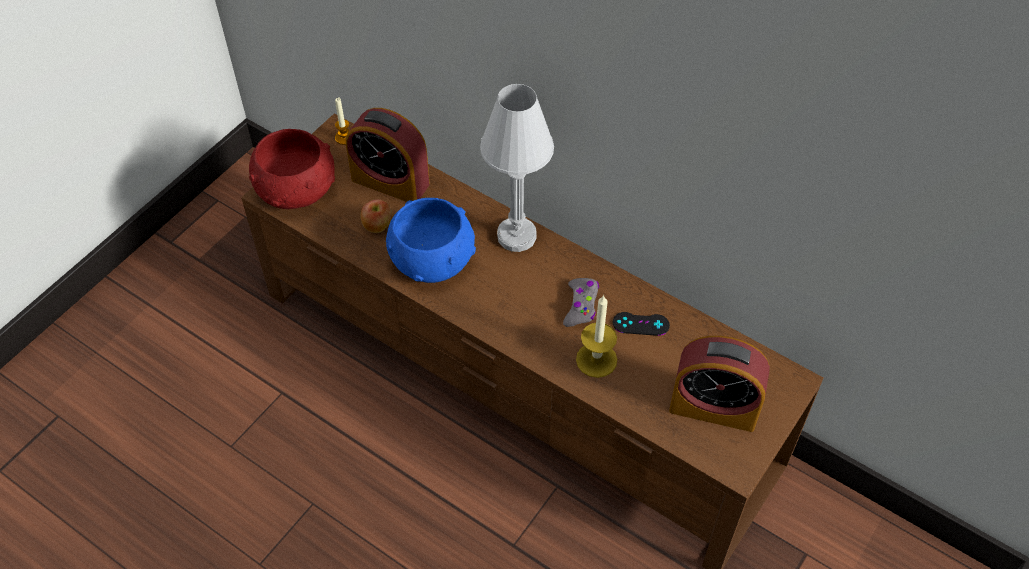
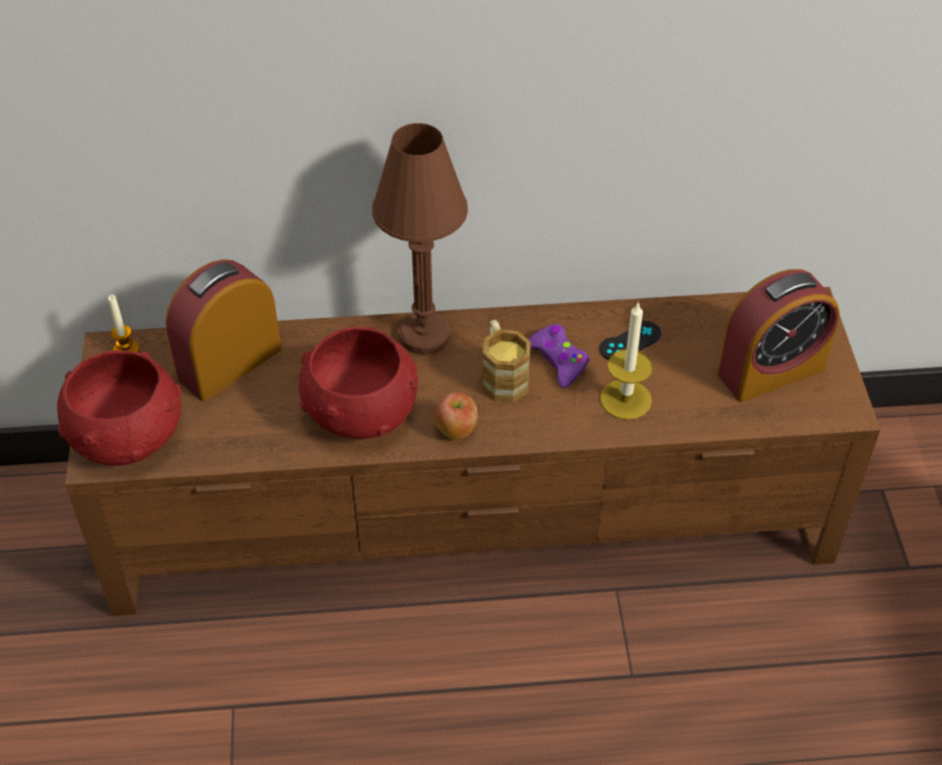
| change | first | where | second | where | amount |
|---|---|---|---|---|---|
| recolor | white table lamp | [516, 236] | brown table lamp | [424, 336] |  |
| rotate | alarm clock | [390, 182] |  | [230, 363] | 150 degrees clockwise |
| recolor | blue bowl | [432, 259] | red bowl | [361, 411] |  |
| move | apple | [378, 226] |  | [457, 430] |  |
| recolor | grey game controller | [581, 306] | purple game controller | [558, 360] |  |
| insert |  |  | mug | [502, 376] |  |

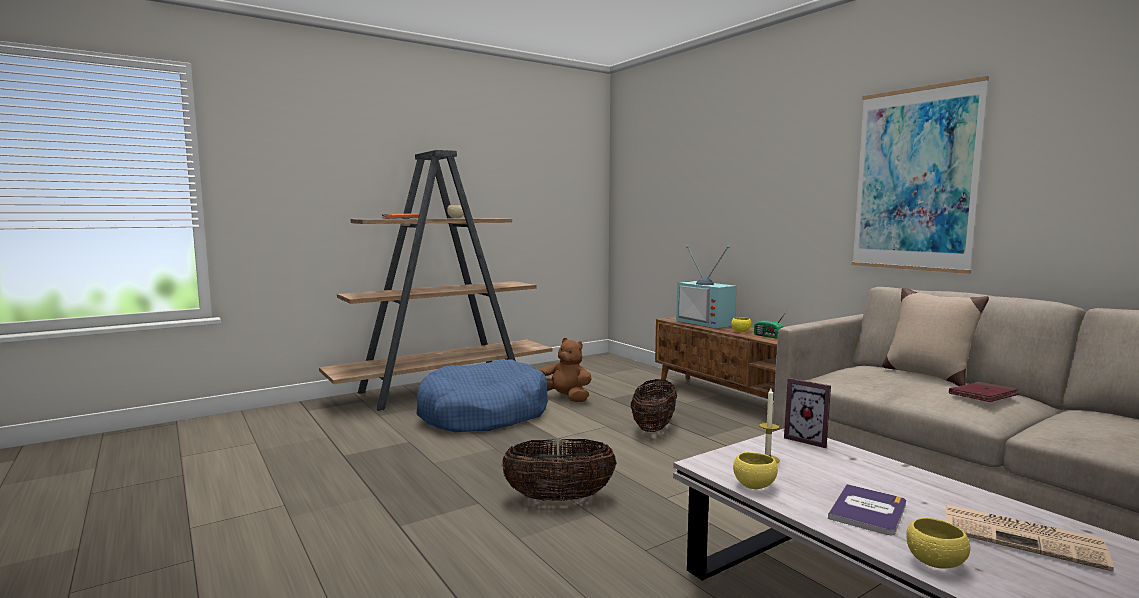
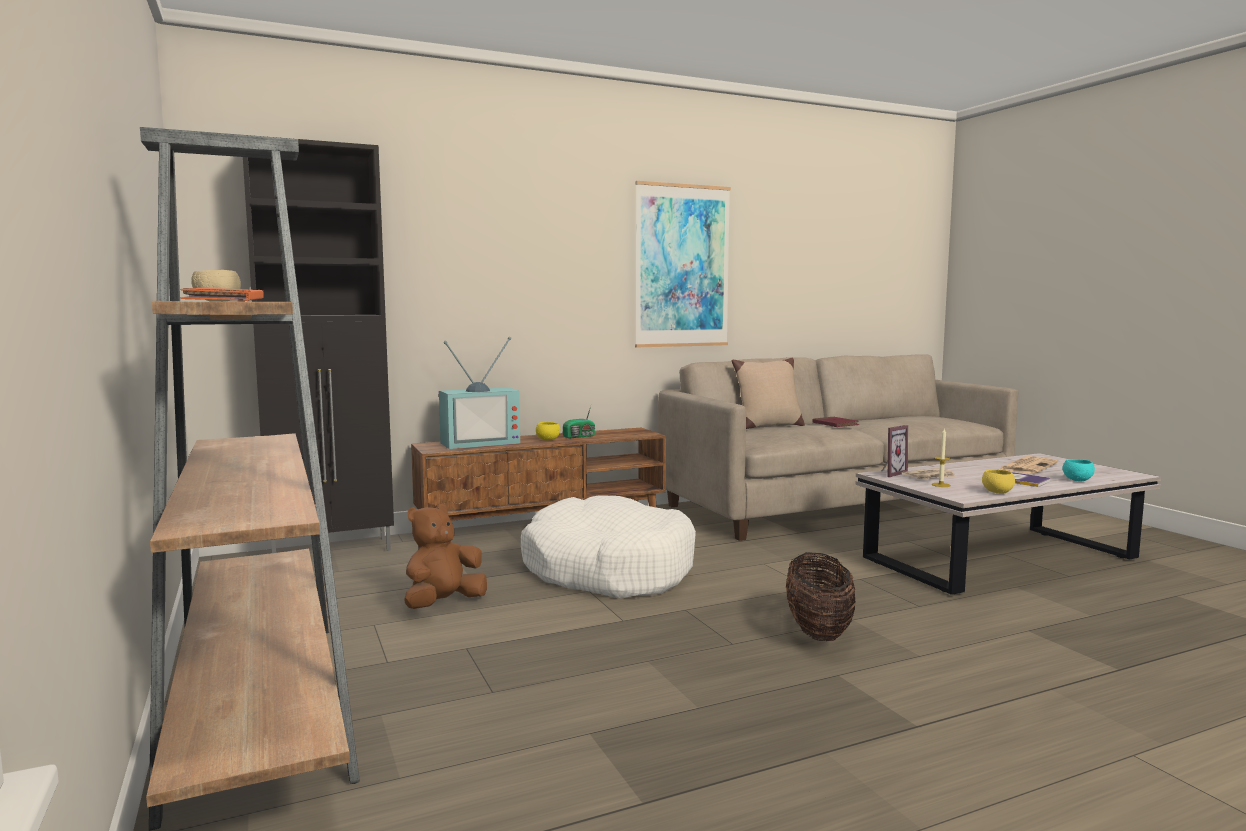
| change | first | where | second | where | amount |
|---|---|---|---|---|---|
| delete | blue dog bed | [483, 414] |  |  |  |
| replace | basket | [653, 427] | white dog bed | [608, 570] |  |
| recolor | yellow bowl | [935, 563] | turquoise bowl | [1077, 480] |  |
| insert |  |  | black cabinet | [333, 551] |  |
| insert |  |  | newspaper | [930, 476] |  |

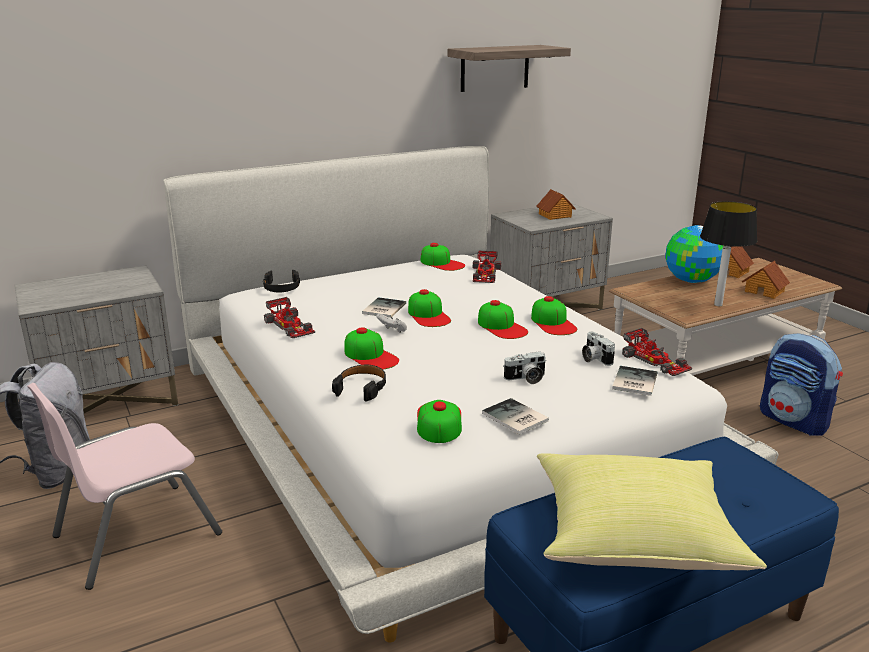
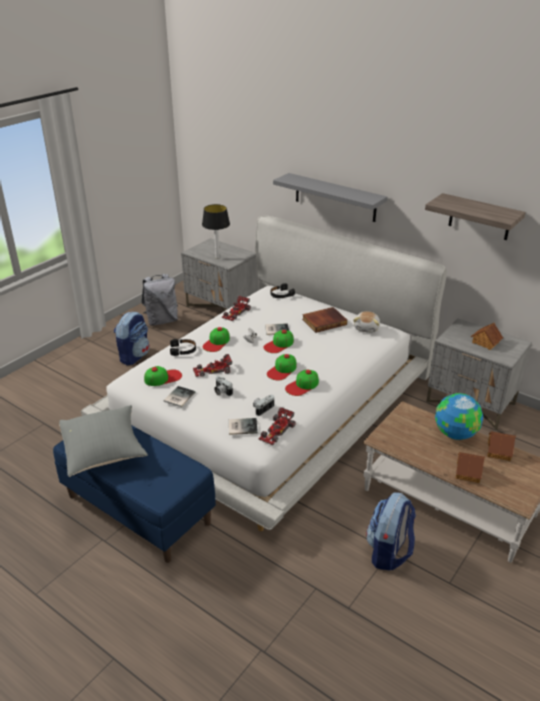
| change | first | where | second | where | amount |
|---|---|---|---|---|---|
| move | table lamp | [717, 305] |  | [217, 257] |  |
| replace | cap | [442, 263] | plush toy | [367, 328] |  |
| move | toy car | [485, 274] |  | [213, 370] |  |
| replace | pink chair | [135, 534] | backpack | [134, 356] |  |
| recolor | yellow pillow | [635, 538] | grey pillow | [104, 452] |  |
| insert |  |  | grey shelf | [335, 197] |  |
| insert |  |  | book | [324, 321] |  |

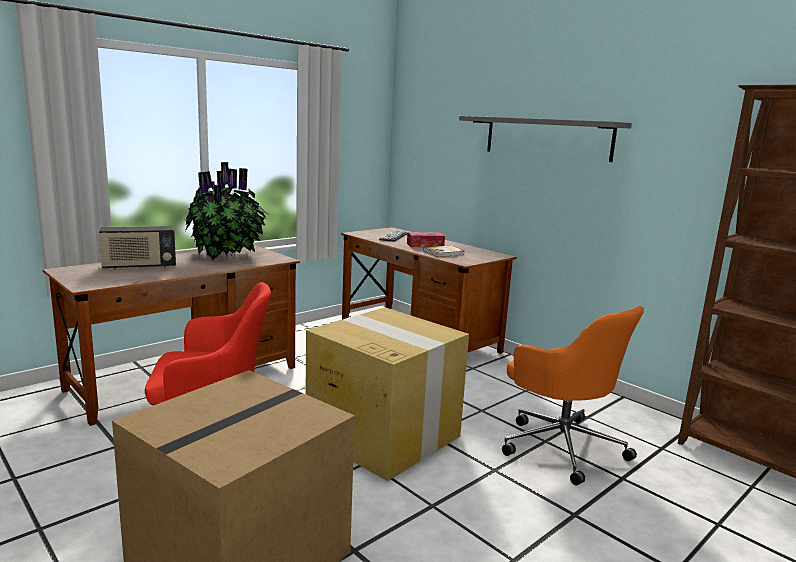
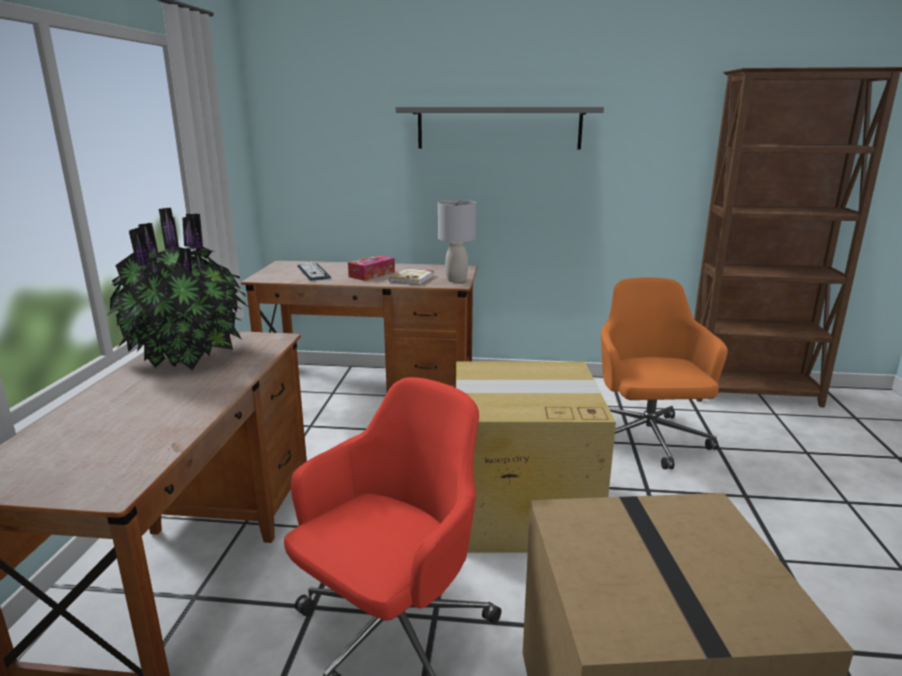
| change | first | where | second | where | amount |
|---|---|---|---|---|---|
| delete | radio | [139, 266] |  |  |  |
| rotate | orange office chair | [561, 445] |  | [646, 441] | 105 degrees counterclockwise |
| insert |  |  | grey table lamp | [457, 280] |  |

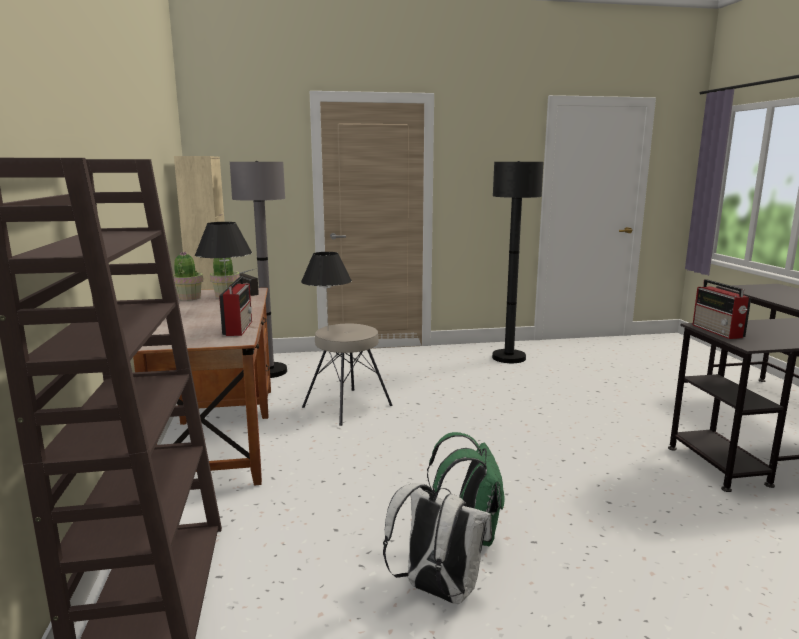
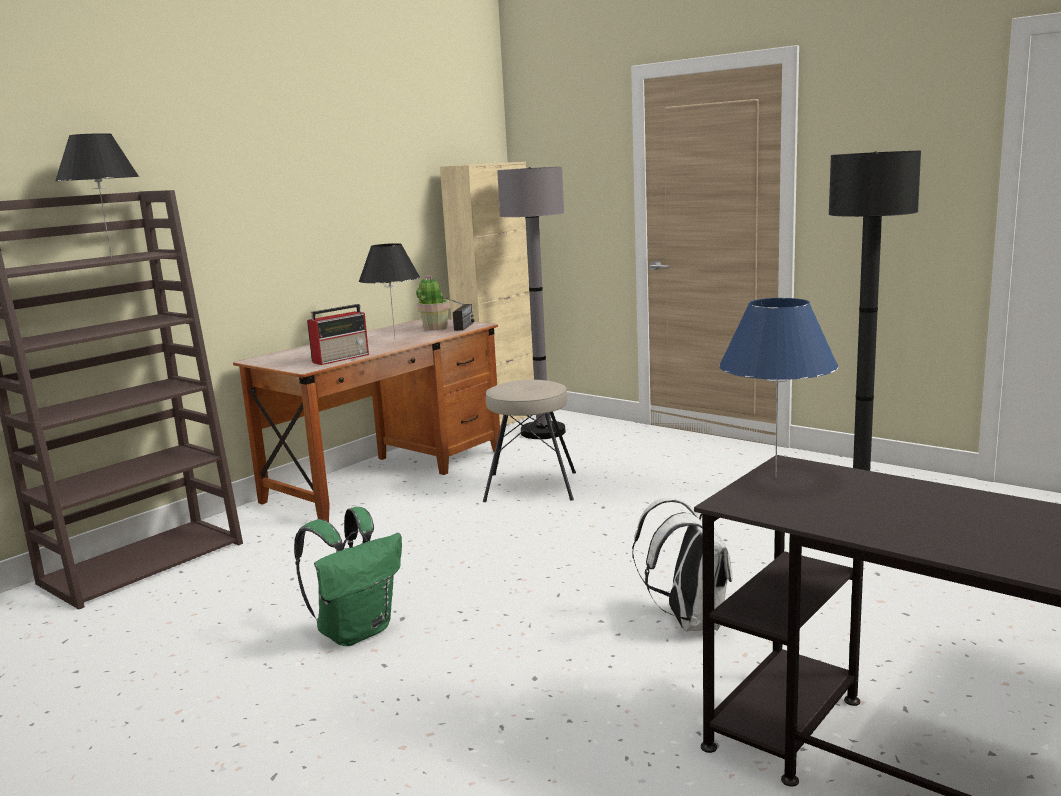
| change | first | where | second | where | amount |
|---|---|---|---|---|---|
| delete | potted plant | [189, 298] |  |  |  |
| move | black table lamp | [328, 330] |  | [111, 258] |  |
| replace | radio | [718, 331] | blue table lamp | [776, 477] |  |
| move | white backpack | [437, 591] |  | [689, 621] |  |

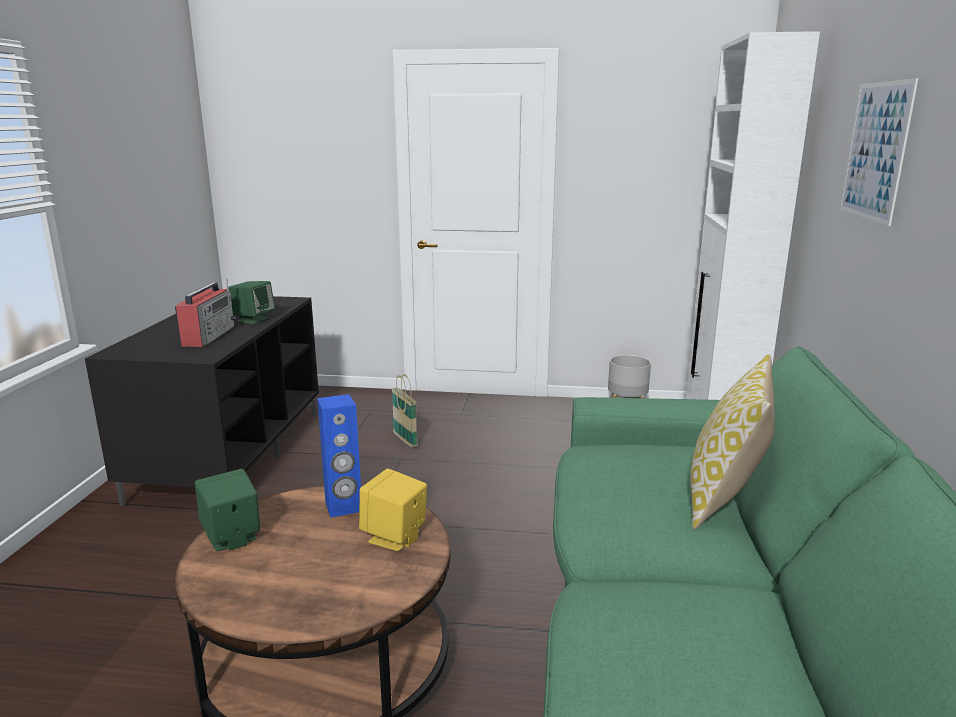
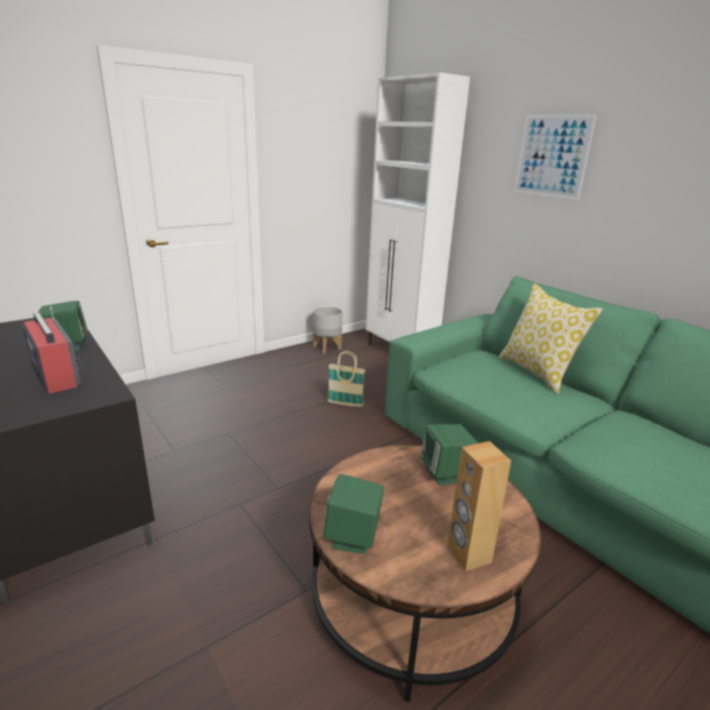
| change | first | where | second | where | amount |
|---|---|---|---|---|---|
| move | basket | [405, 440] |  | [345, 404] |  |
| delete | blue speaker | [343, 507] |  |  |  |
| recolor | yellow speaker | [394, 537] | green speaker | [445, 473] |  |
| insert |  |  | brown speaker | [468, 554] |  |

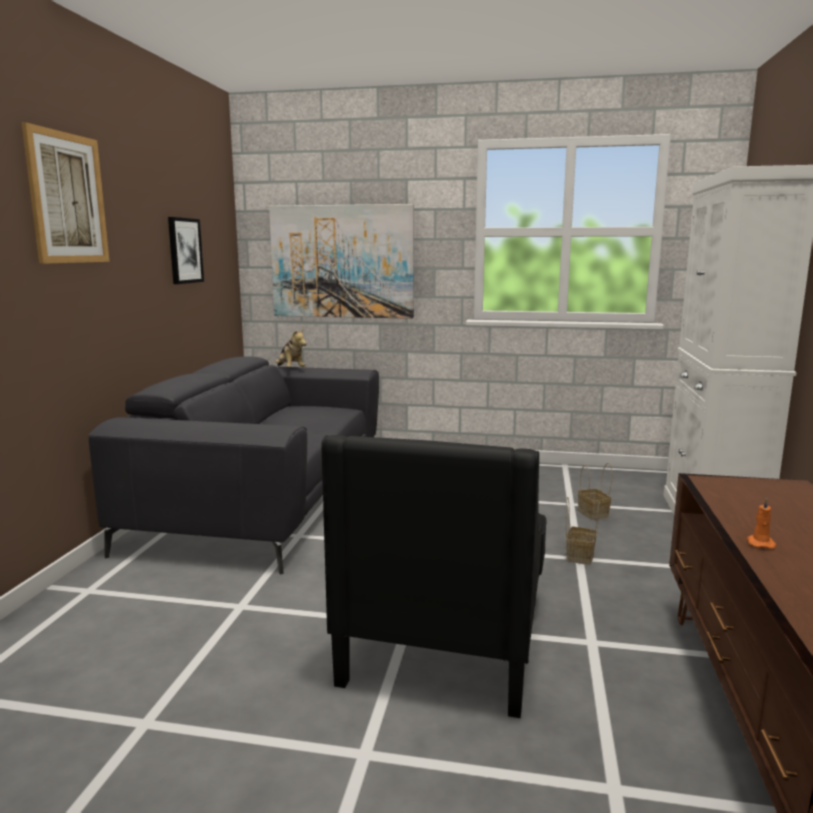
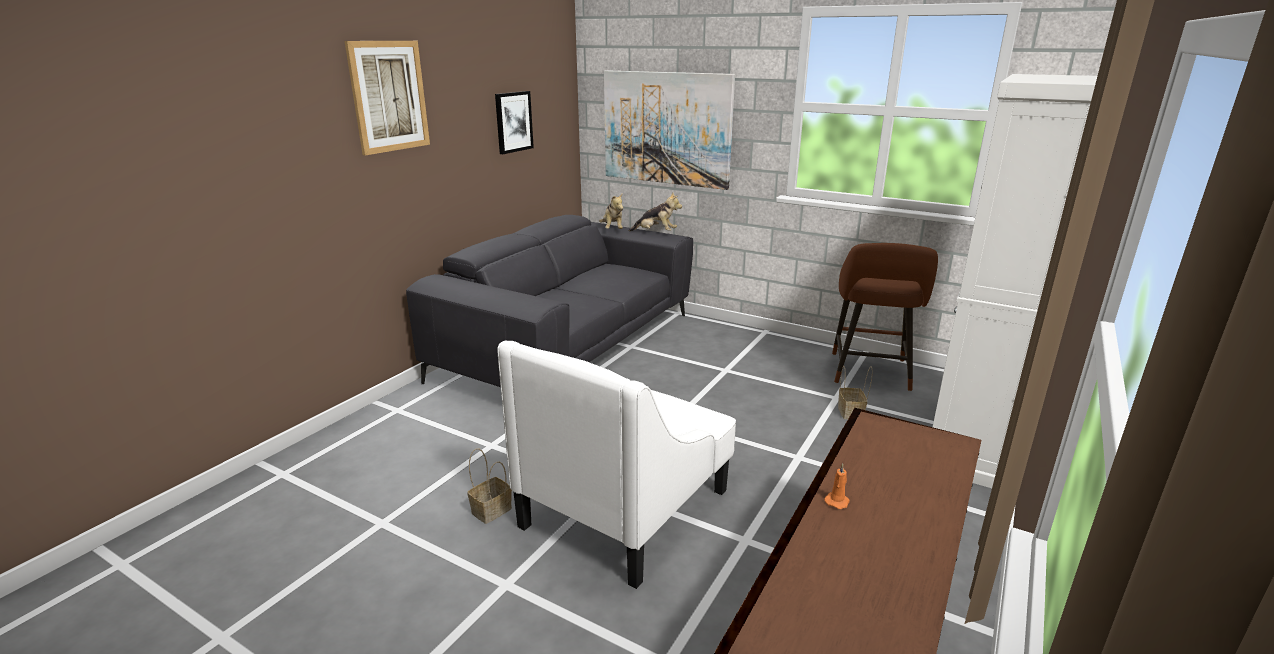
| change | first | where | second | where | amount |
|---|---|---|---|---|---|
| recolor | black armchair | [445, 638] | white armchair | [626, 507] |  |
| move | basket | [579, 556] |  | [492, 509] |  |
| insert |  |  | plush toy | [656, 233] |  |
| insert |  |  | brown stool | [870, 374] |  |

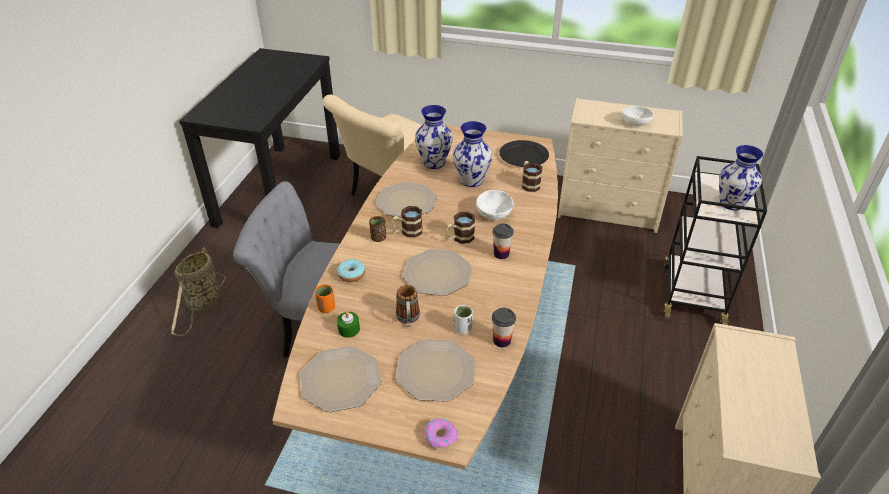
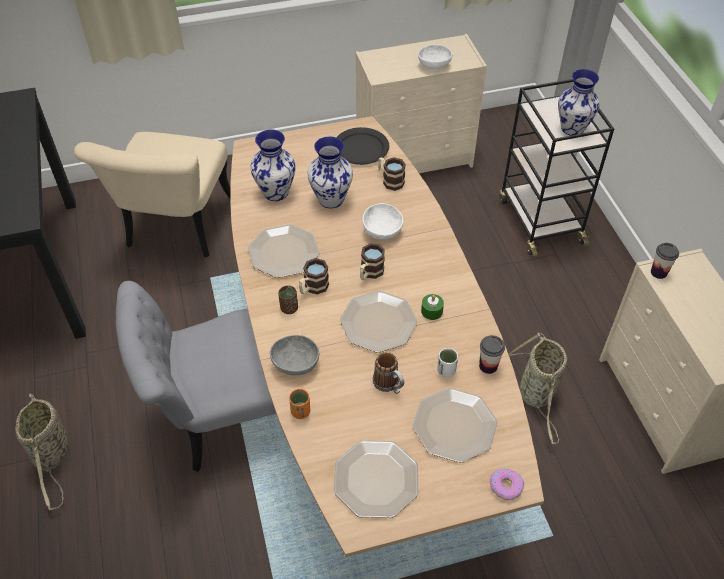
| change | first | where | second | where | amount |
|---|---|---|---|---|---|
| move | cup | [501, 254] |  | [658, 272] |  |
| replace | donut | [351, 275] | grey bowl | [295, 363] |  |
| move | green candle | [349, 329] |  | [431, 311] |  |
| insert |  |  | basket | [537, 395] |  |

